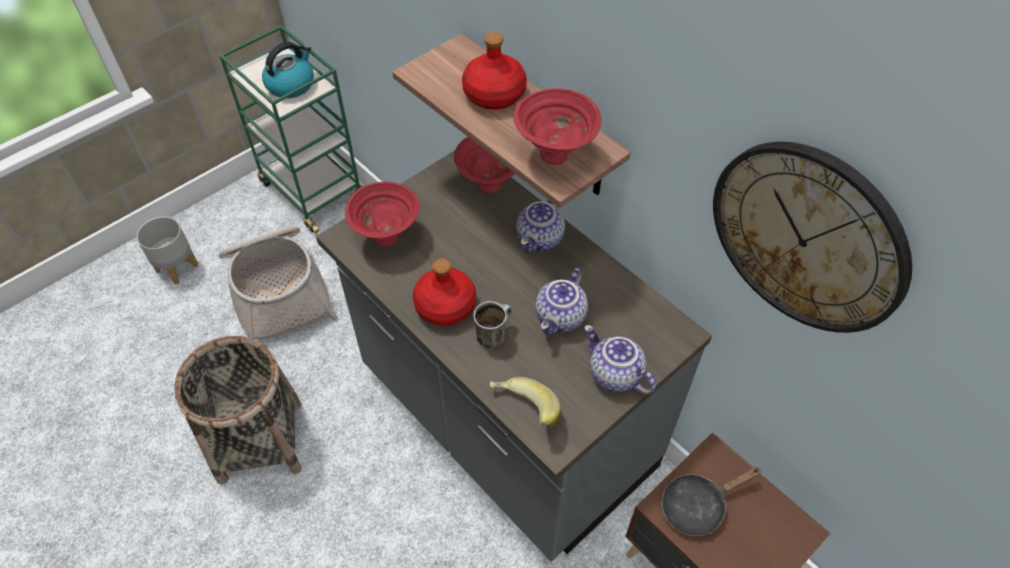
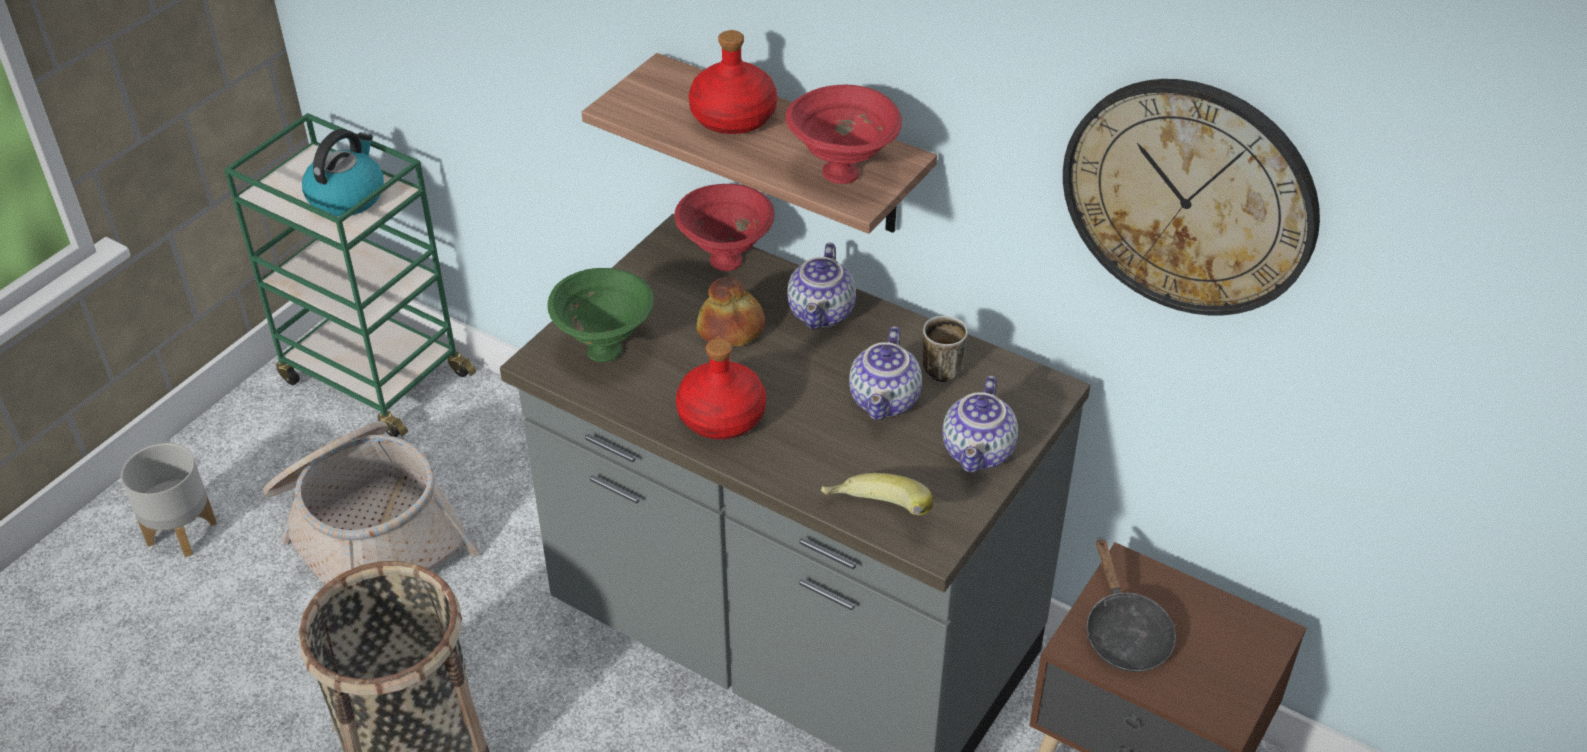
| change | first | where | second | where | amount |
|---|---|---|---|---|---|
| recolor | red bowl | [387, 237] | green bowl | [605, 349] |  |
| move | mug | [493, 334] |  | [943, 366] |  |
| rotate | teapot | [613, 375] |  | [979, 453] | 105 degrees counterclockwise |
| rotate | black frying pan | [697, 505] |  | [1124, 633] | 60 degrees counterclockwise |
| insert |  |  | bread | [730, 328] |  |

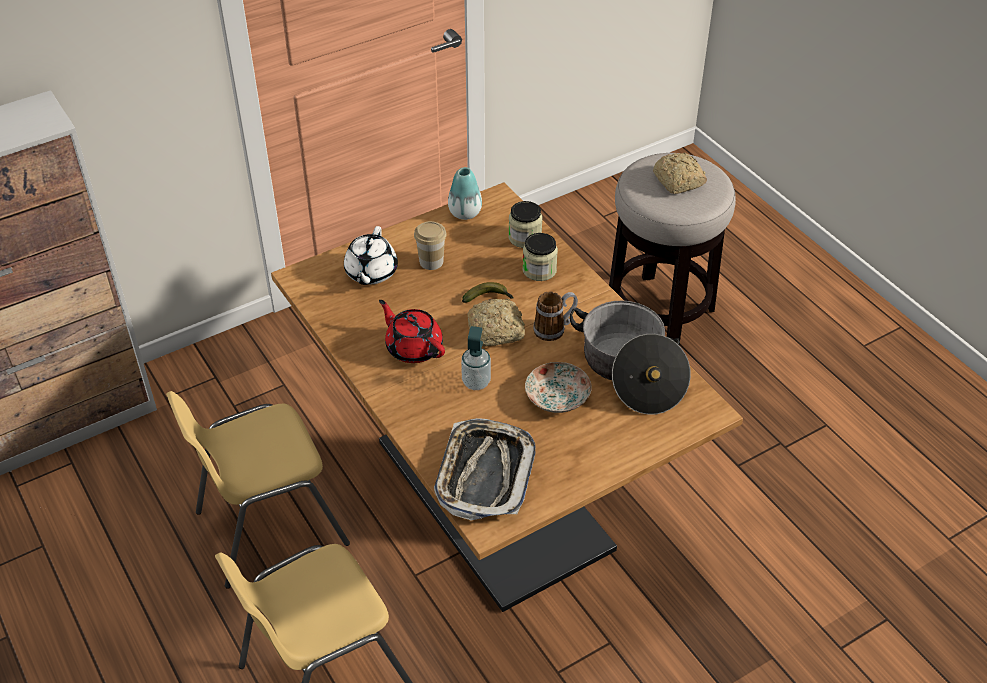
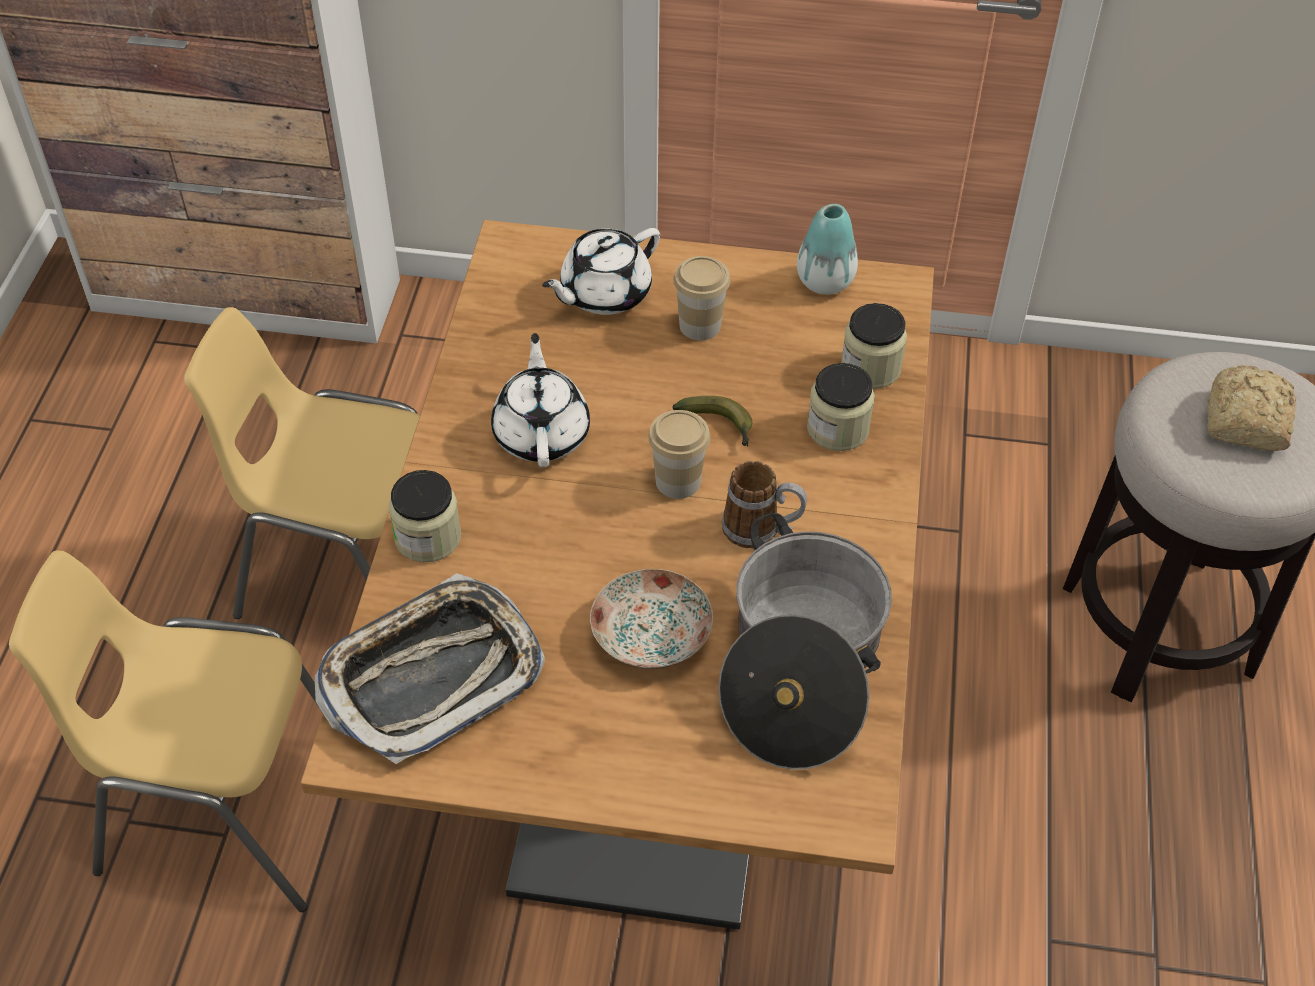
| change | first | where | second | where | amount |
|---|---|---|---|---|---|
| replace | bread | [497, 331] | cup | [678, 481] |  |
| recolor | red teapot | [413, 347] | white teapot | [542, 432] |  |
| delete | soap dispenser | [476, 382] |  |  |  |
| insert |  |  | jar | [428, 537] |  |

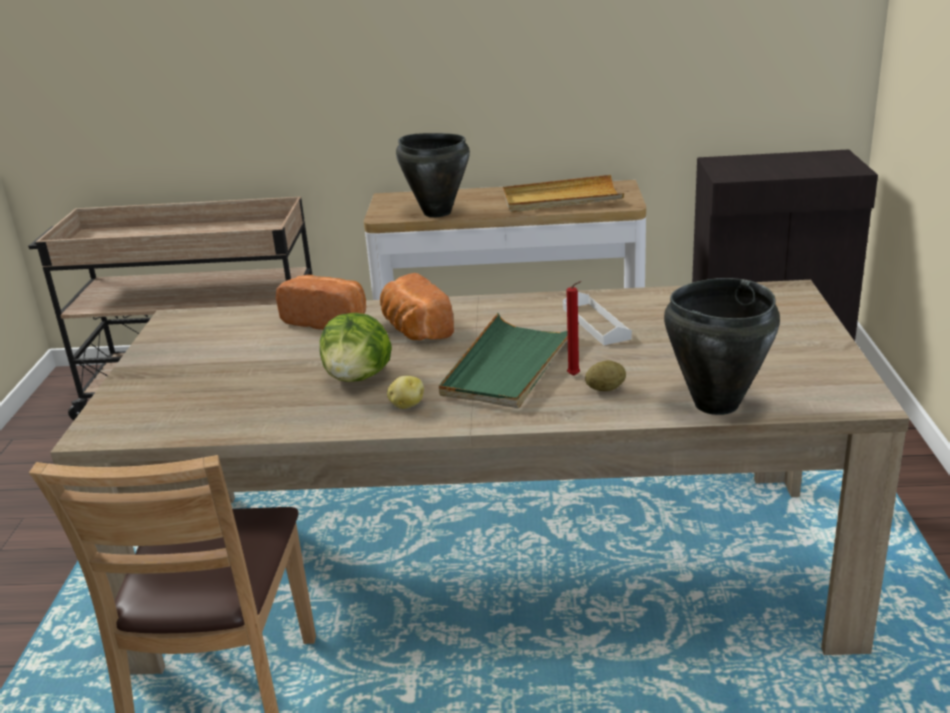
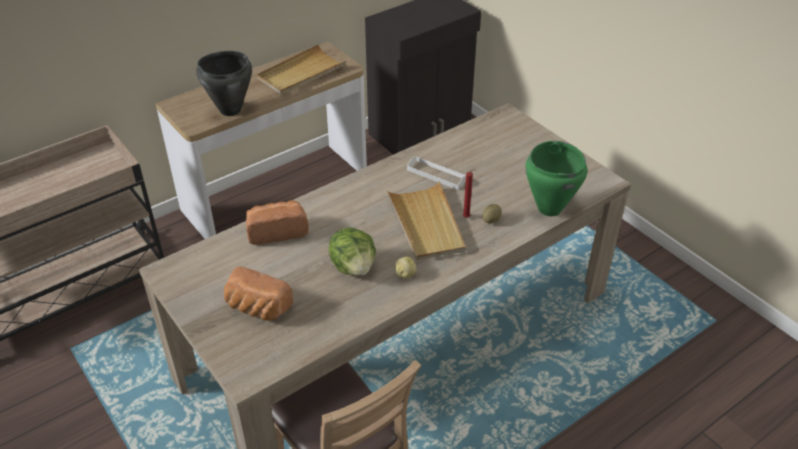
| change | first | where | second | where | amount |
|---|---|---|---|---|---|
| move | bread | [414, 330] |  | [257, 308] |  |
| recolor | black cooking pot | [715, 404] | green cooking pot | [549, 209] |  |
| recolor | green tray | [509, 365] | beige tray | [426, 224] |  |

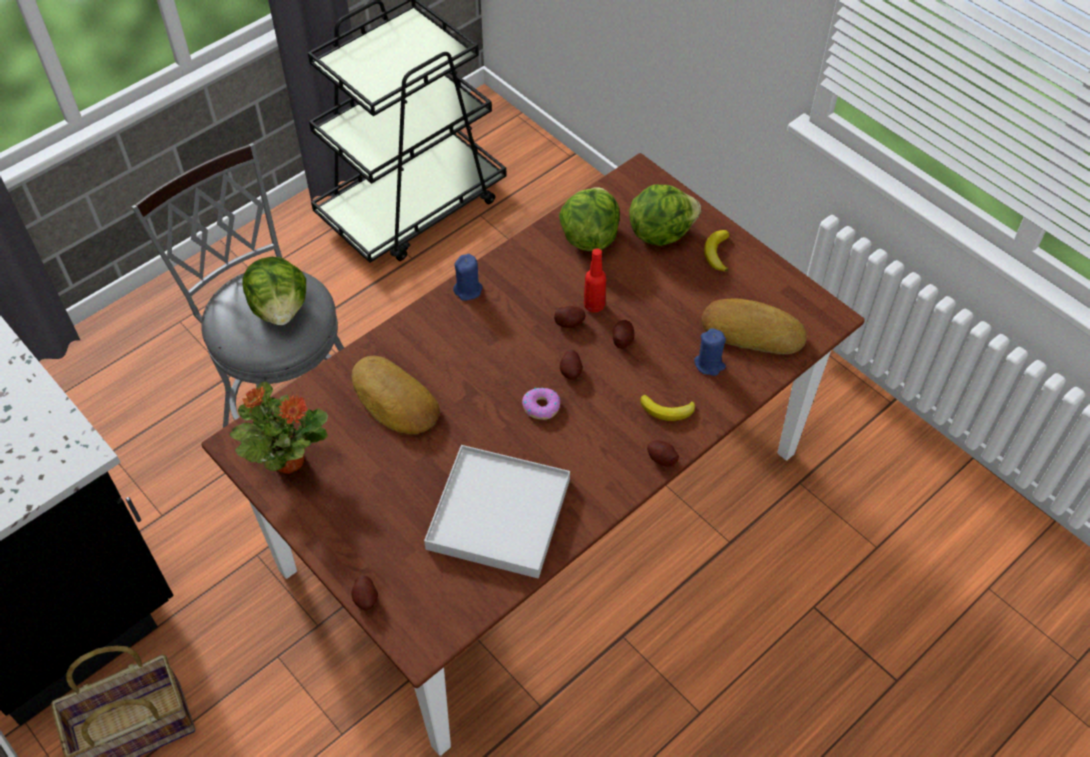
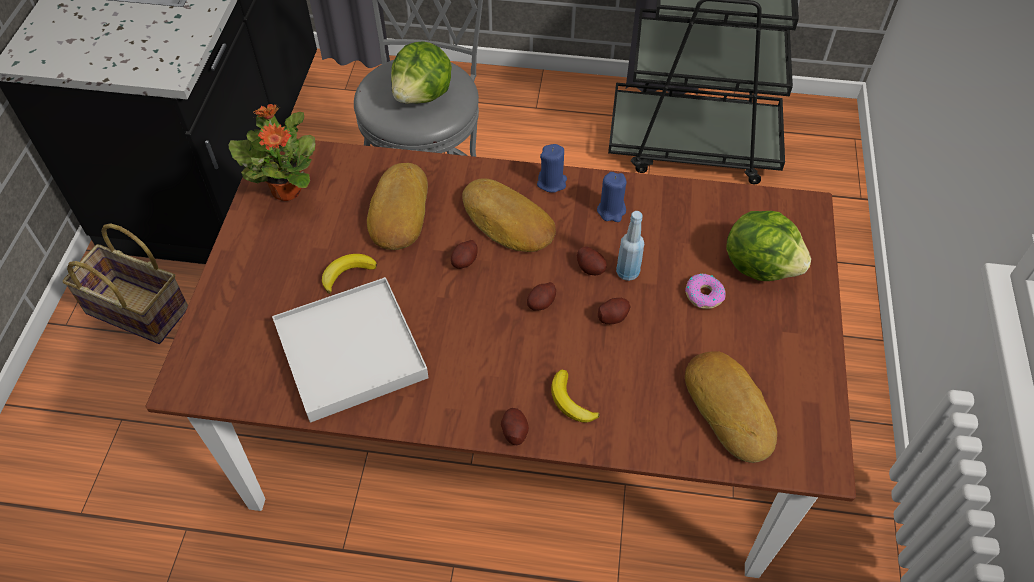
| change | first | where | second | where | amount |
|---|---|---|---|---|---|
| delete | lettuce | [589, 237] |  |  |  |
| move | banana | [716, 253] |  | [347, 273] |  |
| recolor | red bottle | [594, 305] | blue bottle | [627, 272] |  |
| move | blue candle | [709, 364] |  | [611, 211] |  |
| move | donut | [541, 406] |  | [704, 295] |  |
| move | potato | [366, 598] |  | [464, 261] |  |
| insert |  |  | bread | [506, 222] |  |

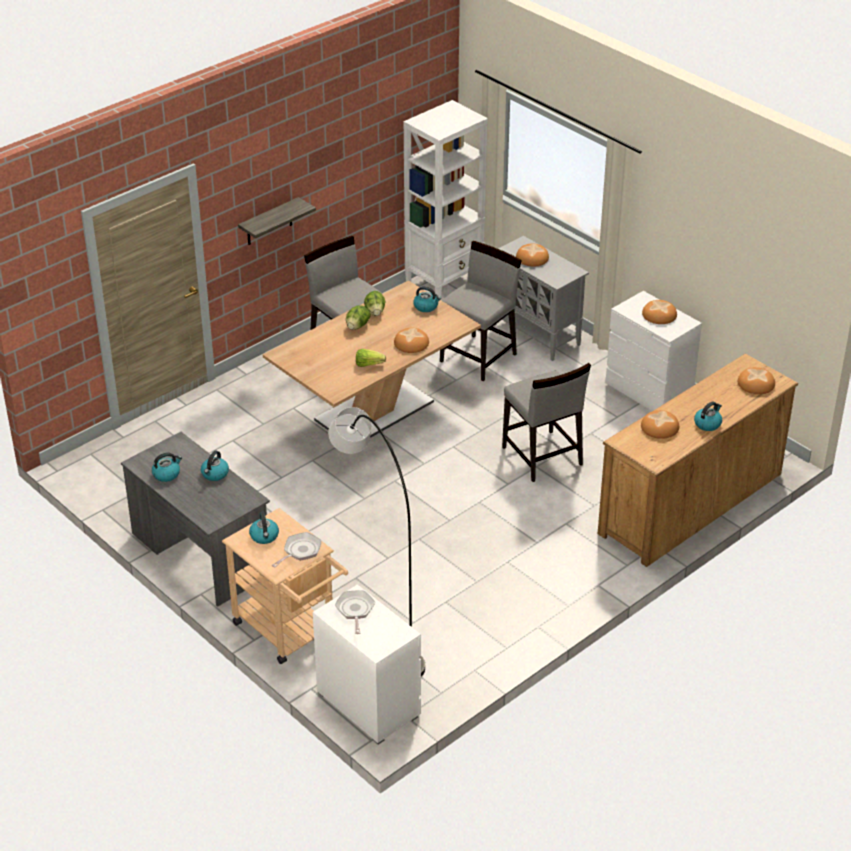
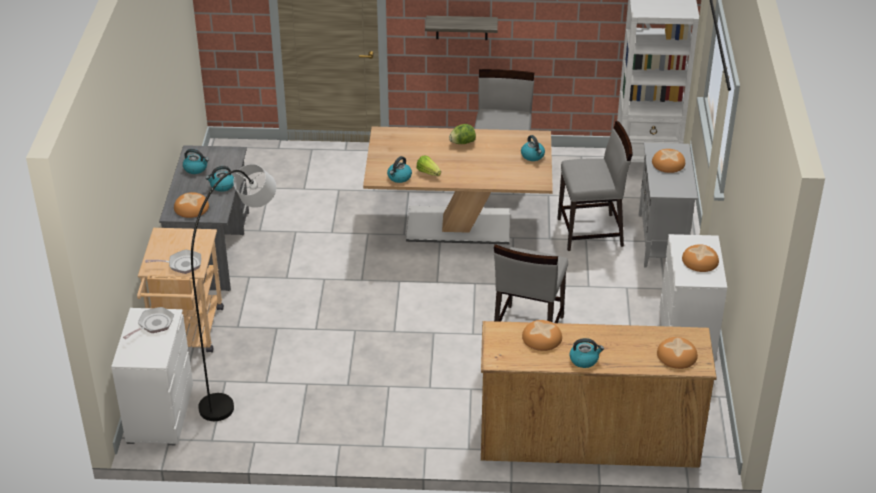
| change | first | where | second | where | amount |
|---|---|---|---|---|---|
| delete | lettuce | [375, 312] |  |  |  |
| move | bread | [411, 343] |  | [191, 208] |  |
| move | kettle | [264, 536] |  | [399, 177] |  |

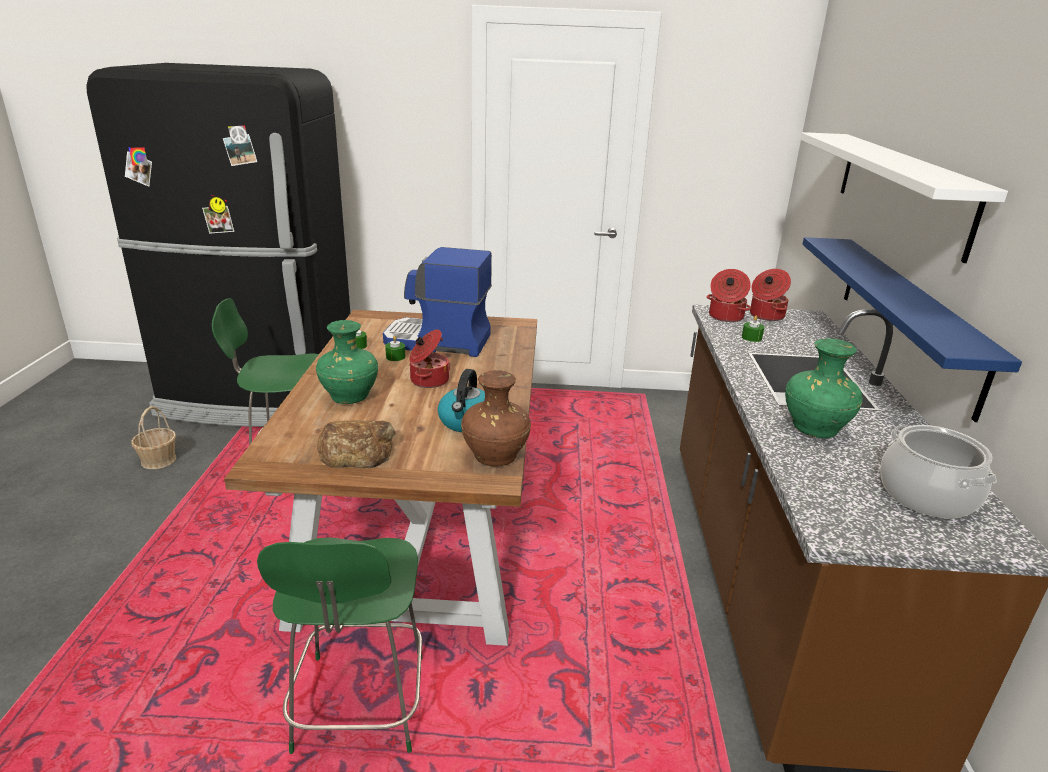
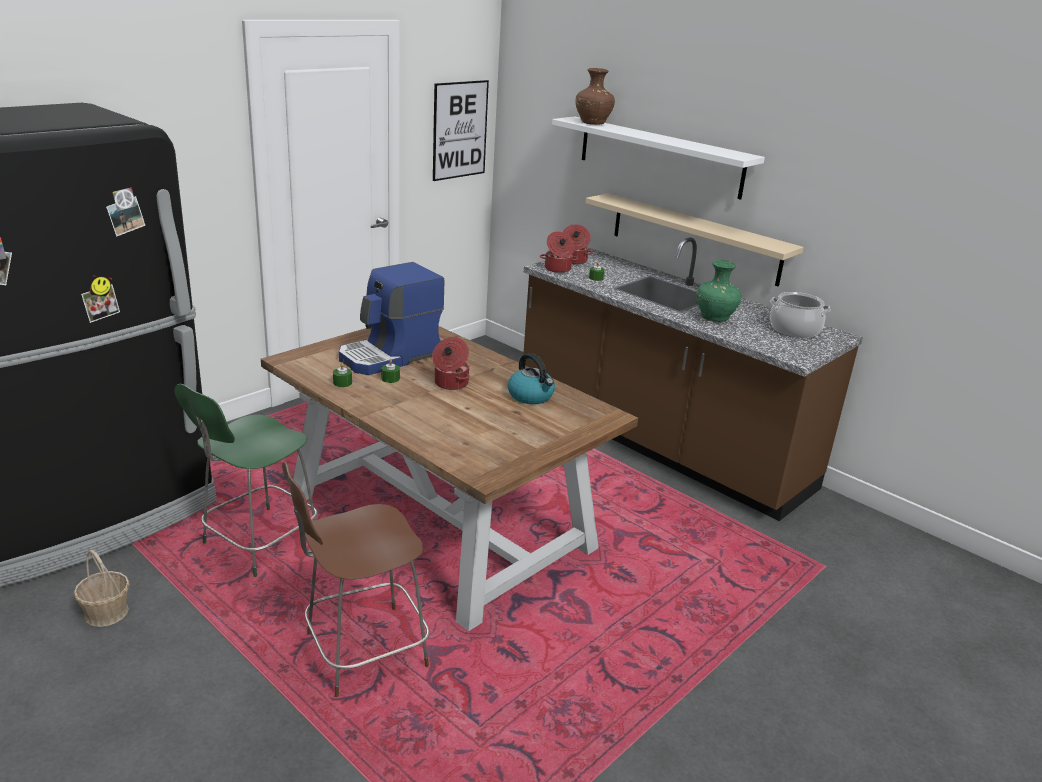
| change | first | where | second | where | amount |
|---|---|---|---|---|---|
| recolor | blue shelf | [908, 318] | beige shelf | [694, 238] |  |
| delete | green vase | [349, 397] |  |  |  |
| move | brown vase | [496, 458] |  | [593, 123] |  |
| delete | bread | [357, 451] |  |  |  |
| delete | green chair | [359, 708] |  |  |  |
| insert |  |  | picture | [460, 130] |  |
| insert |  |  | brown chair | [361, 652] |  |

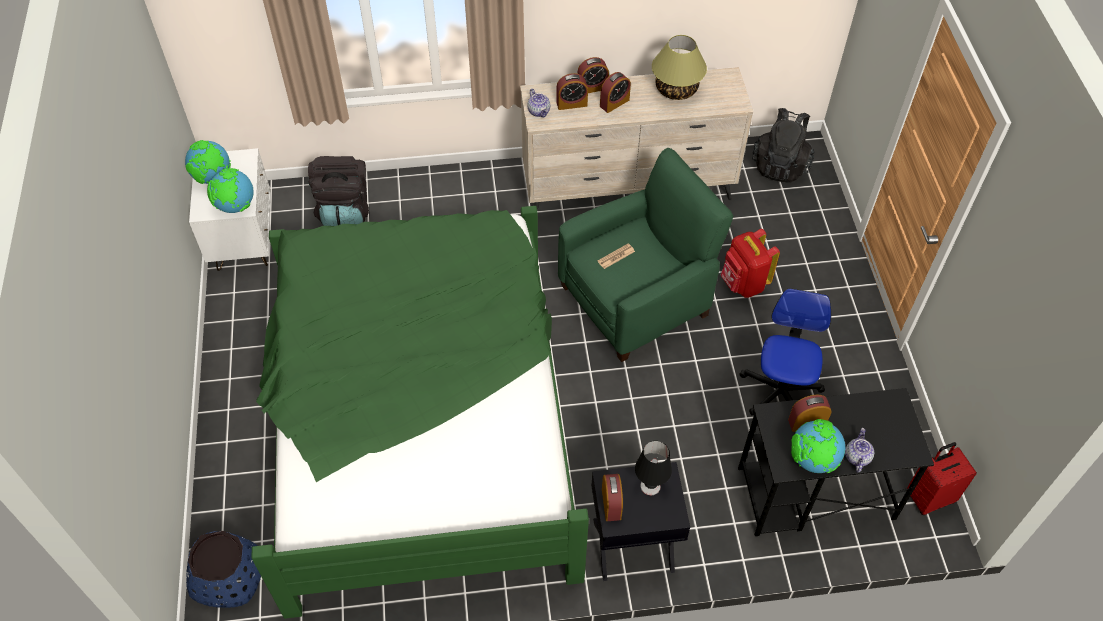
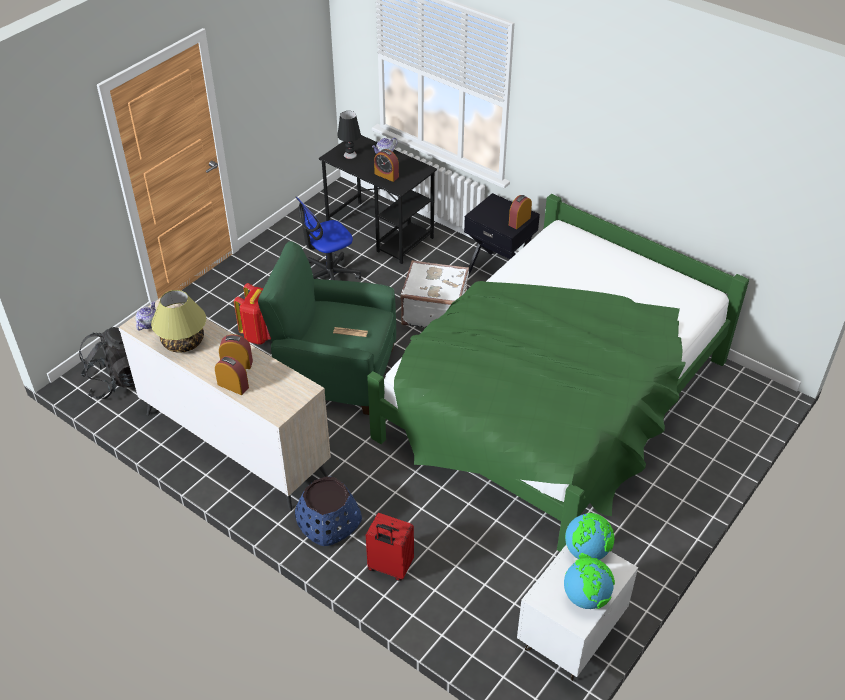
| change | first | where | second | where | amount |
|---|---|---|---|---|---|
| delete | alarm clock | [571, 103] |  |  |  |
| move | teapot | [539, 111] |  | [148, 323] |  |
| delete | black backpack | [345, 212] |  |  |  |
| delete | globe | [812, 460] |  |  |  |
| move | black table lamp | [650, 485] |  | [350, 155] |  |
| move | red suitcase | [929, 497] |  | [389, 567] |  |
| move | blue planter | [228, 576] |  | [328, 521] |  |
| insert |  |  | white suitcase | [434, 311] |  |

